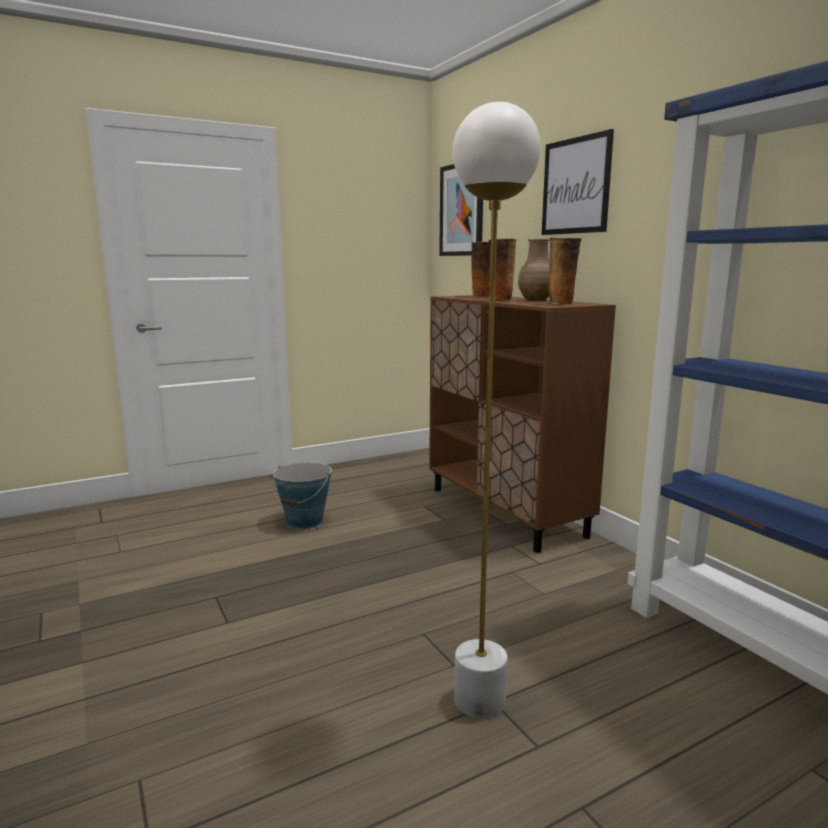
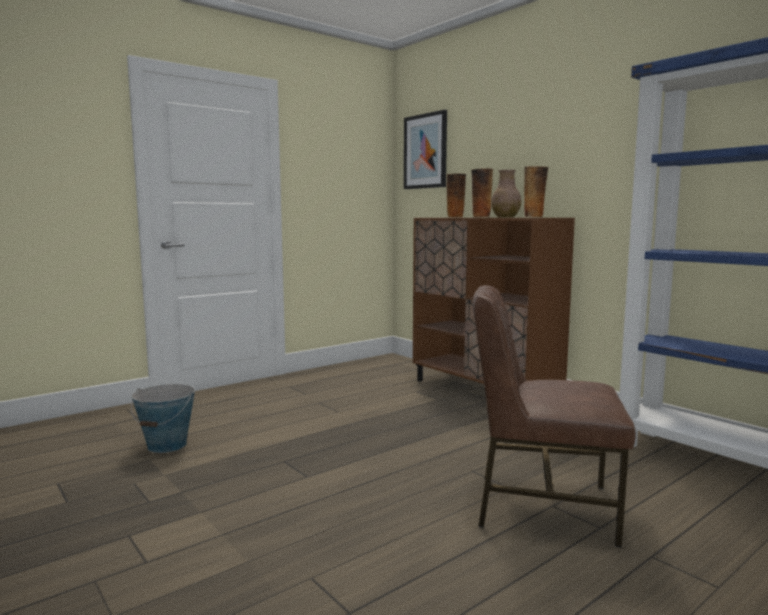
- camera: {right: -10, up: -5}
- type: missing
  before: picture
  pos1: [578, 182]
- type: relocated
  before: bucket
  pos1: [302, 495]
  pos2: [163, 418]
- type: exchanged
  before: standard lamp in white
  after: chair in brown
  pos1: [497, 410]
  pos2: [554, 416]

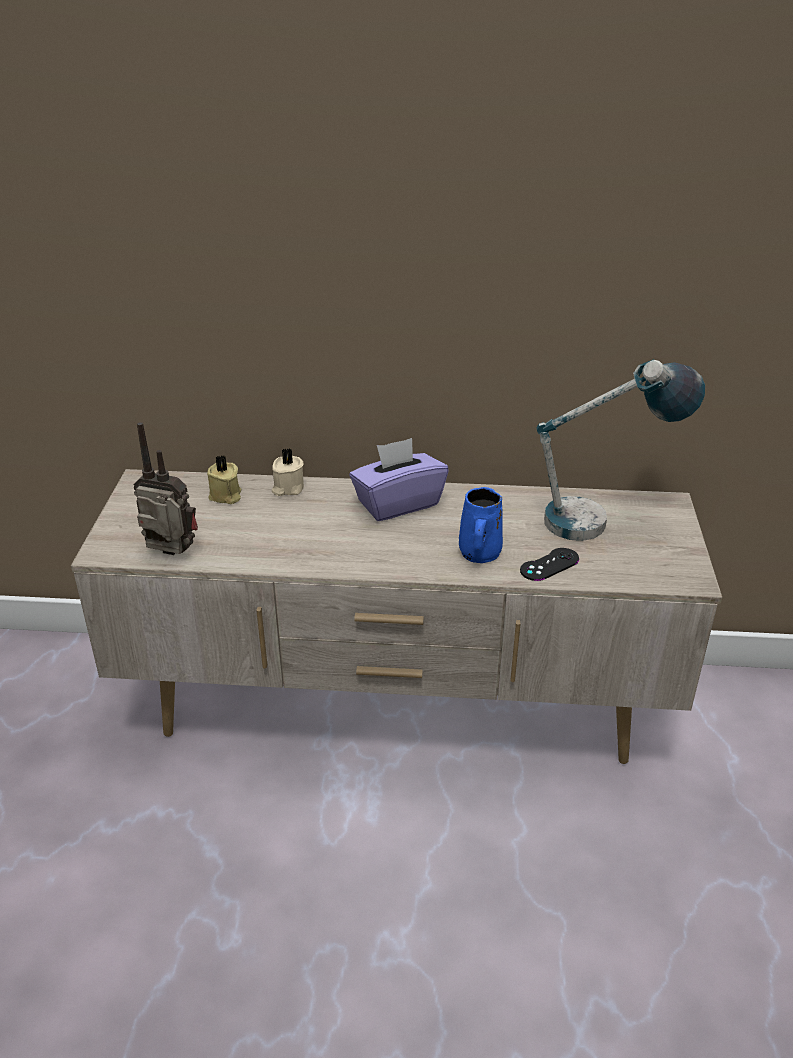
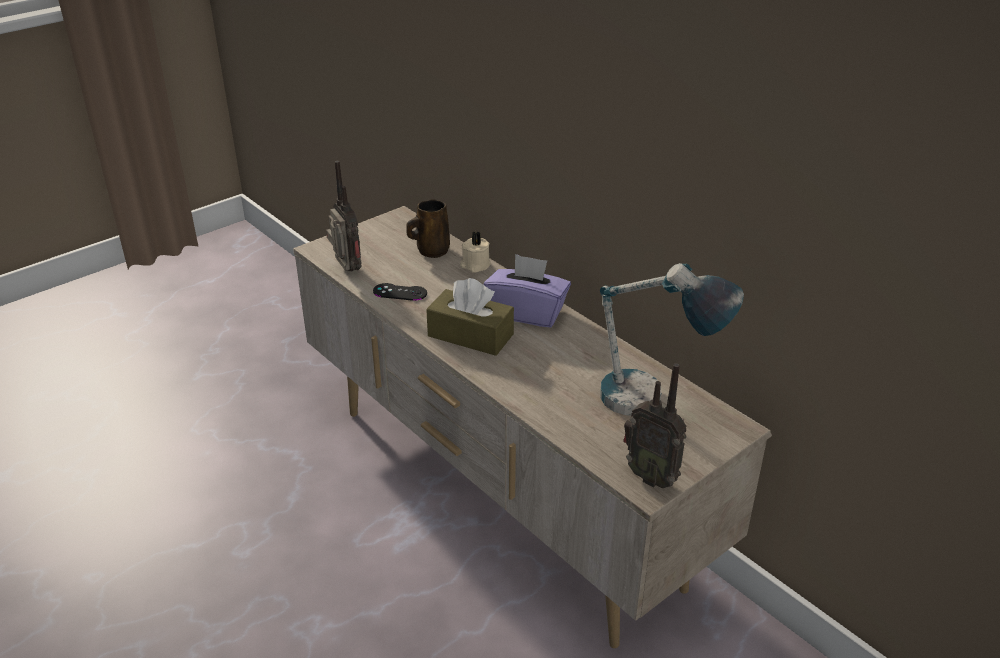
- camera: {right: 45, up: 0}
- type: missing
  before: coffee mug in blue-coloured
  pos1: [481, 525]
- type: appeared
  after: box of tissues in brown
  pos2: [470, 317]
- type: appeared
  after: radio set
  pos2: [655, 425]
- type: relocated
  before: game controller in black
  pos1: [549, 564]
  pos2: [400, 292]
- type: exchanged
  before: wax candle in beige
  after: coffee mug in brown
  pos1: [224, 480]
  pos2: [428, 229]

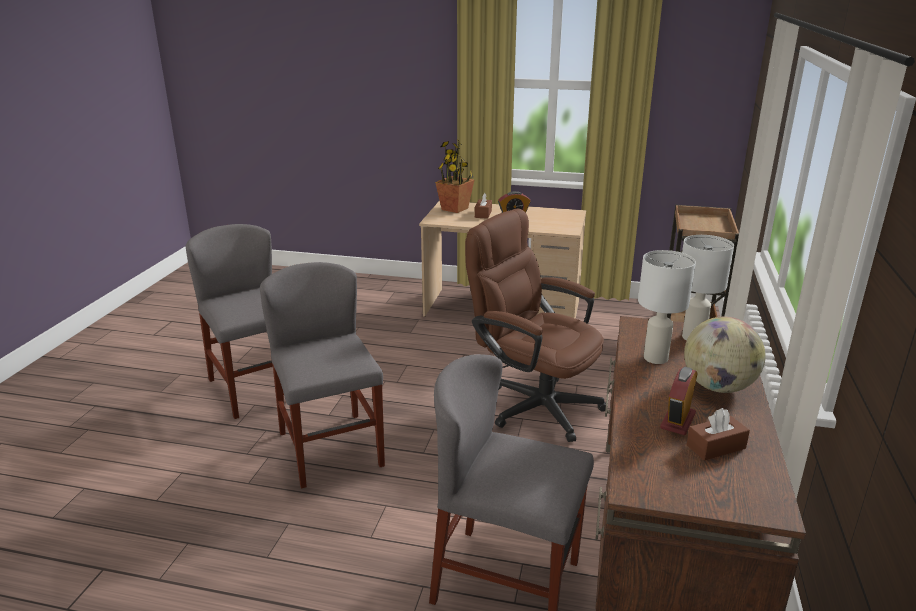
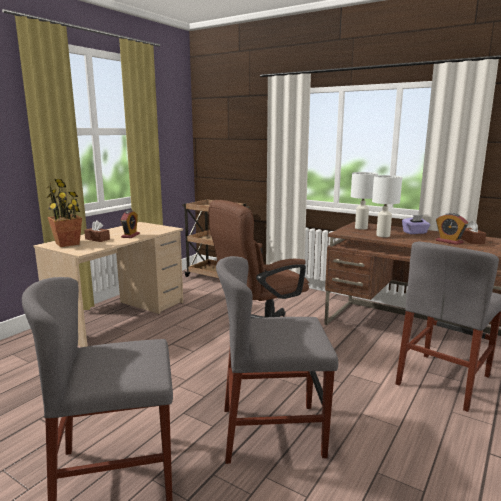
- camera: {right: -70, up: -10}
- type: exchanged
  before: world globe
  after: box of tissues in purple
  pos1: [725, 355]
  pos2: [416, 224]

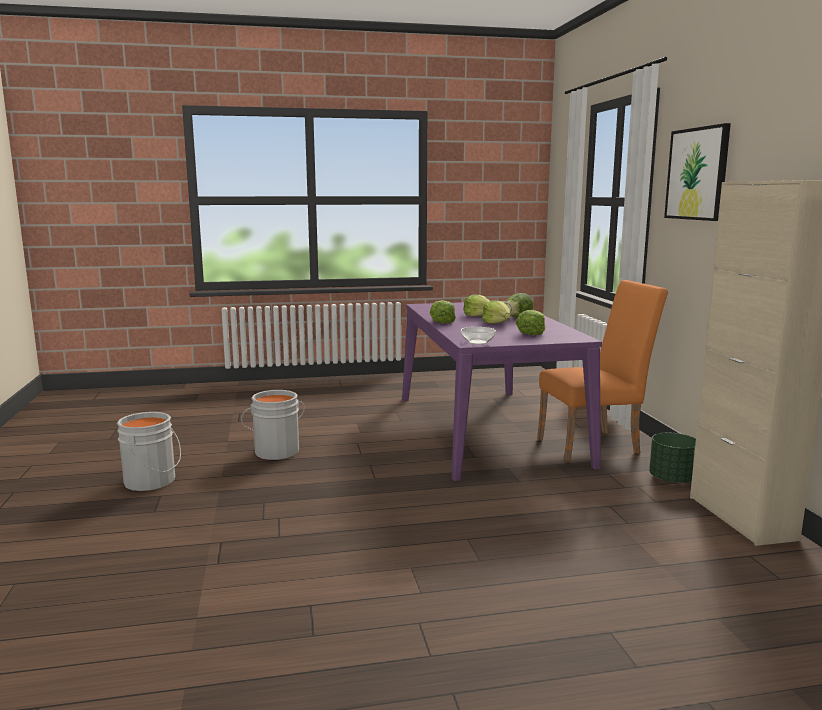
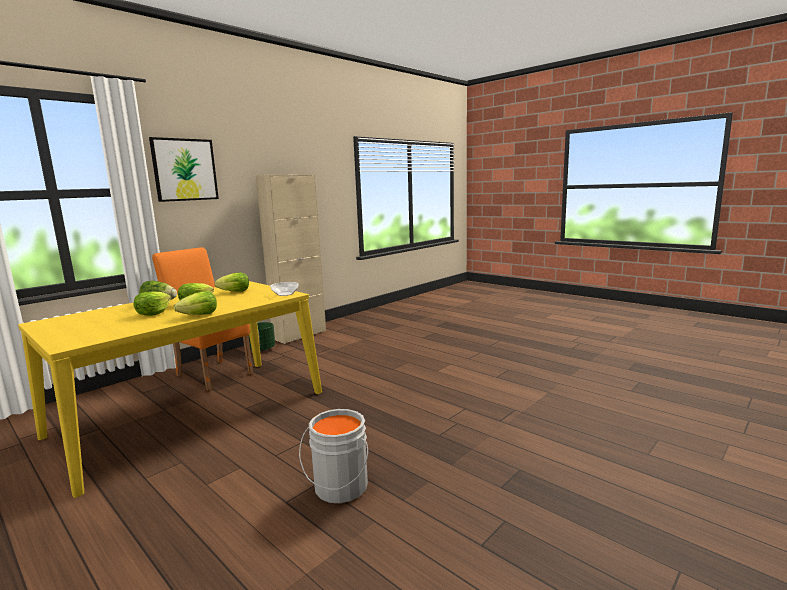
- camera: {right: -125, up: 0}
- type: missing
  before: bucket in grey
  pos1: [149, 451]
- type: colour
  before: dining table in purple
  after: dining table in yellowish
  pos1: [502, 391]
  pos2: [170, 389]

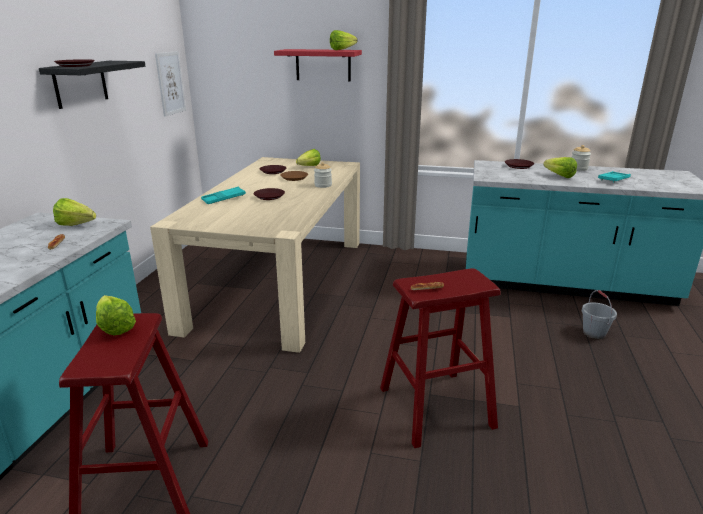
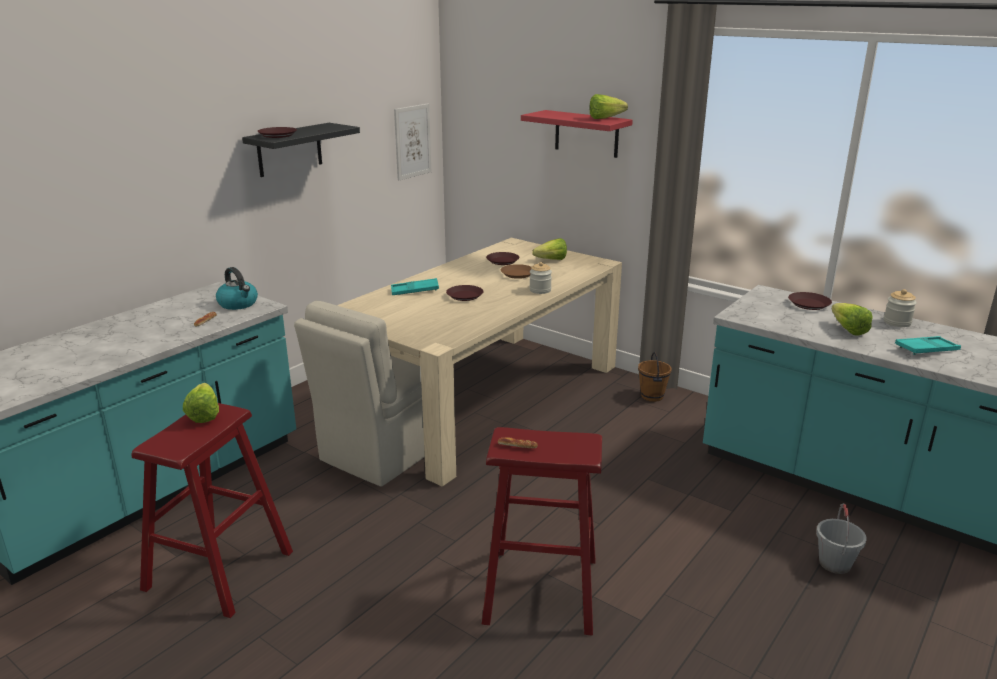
- camera: {right: 25, up: 0}
- type: appeared
  after: chair in beige
  pos2: [359, 394]
- type: appeared
  after: bucket in brown
  pos2: [655, 377]
- type: exchanged
  before: head of lettuce
  after: water kettle
  pos1: [74, 212]
  pos2: [237, 288]

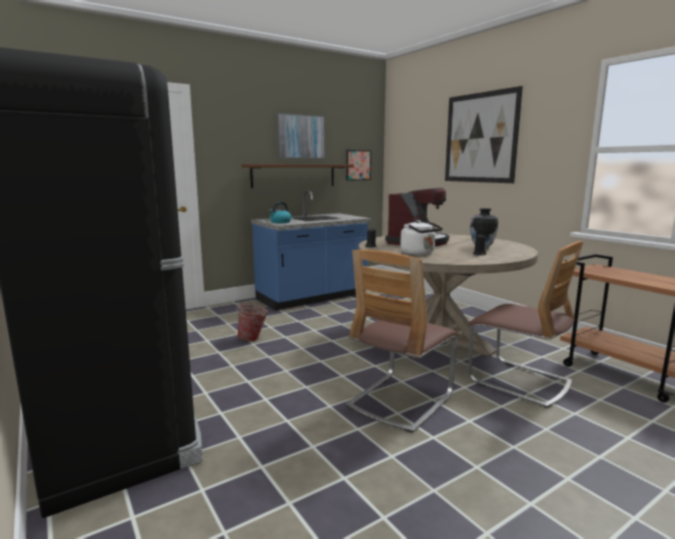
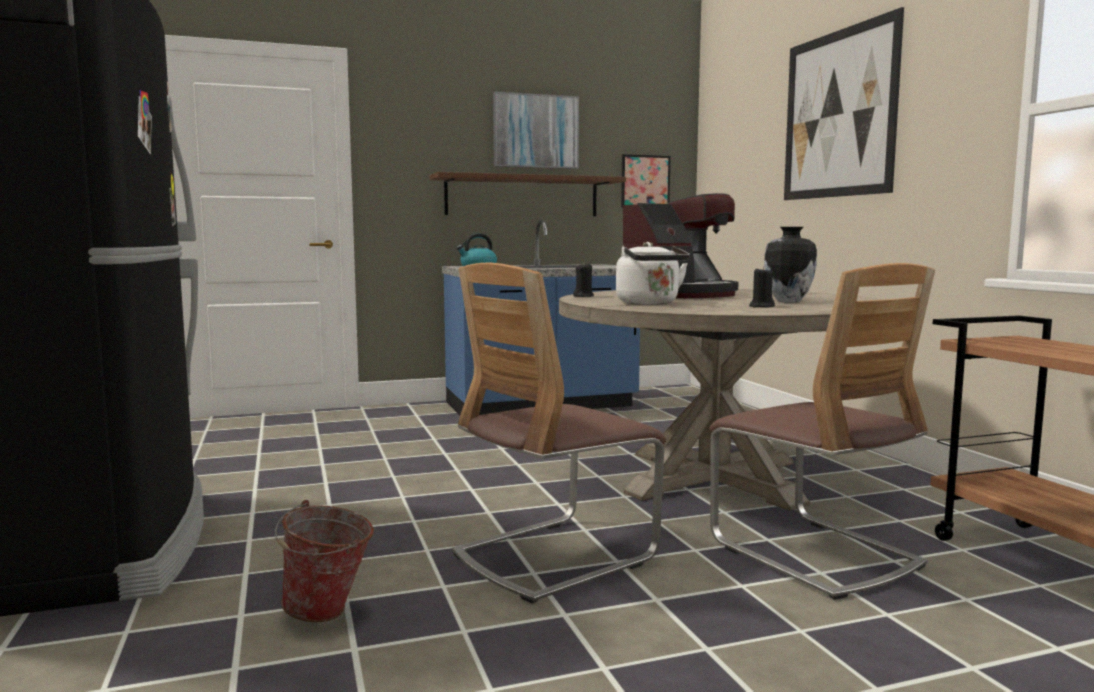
- camera: {right: 15, up: -5}
- type: relocated
  before: bucket
  pos1: [252, 321]
  pos2: [324, 561]

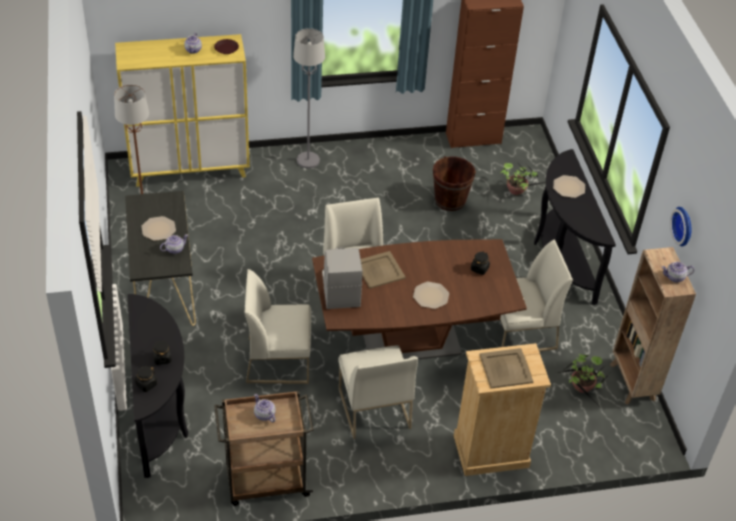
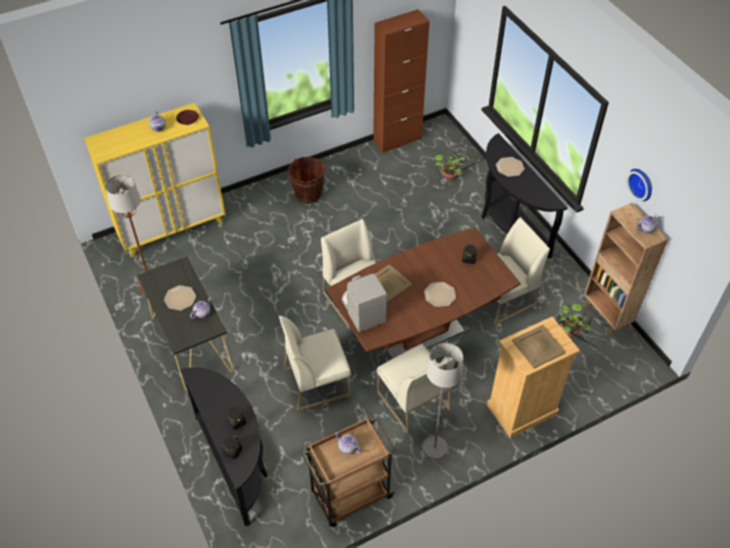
- camera: {right: -15, up: 5}
- type: relocated
  before: standard lamp in grey
  pos1: [309, 98]
  pos2: [442, 401]
- type: relocated
  before: bucket in brown
  pos1: [454, 183]
  pos2: [306, 180]

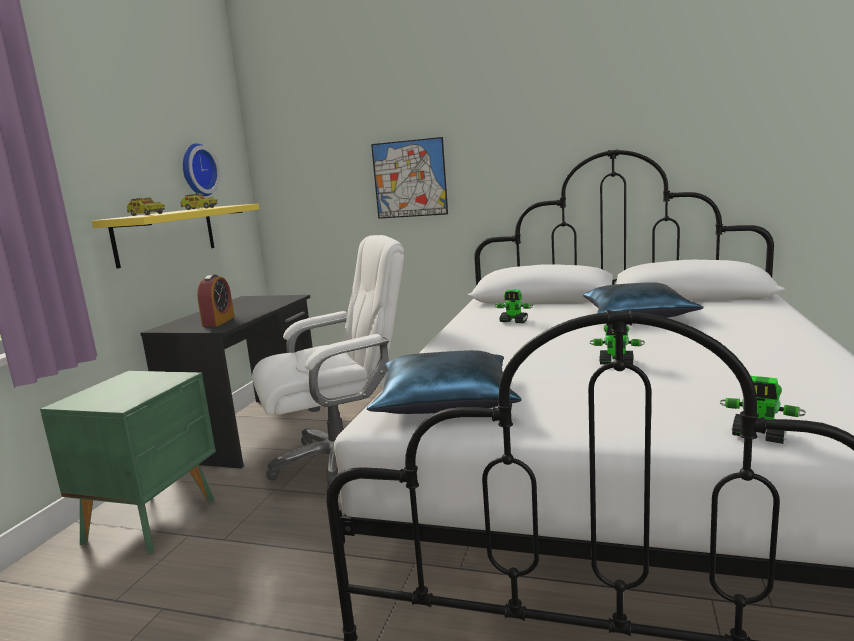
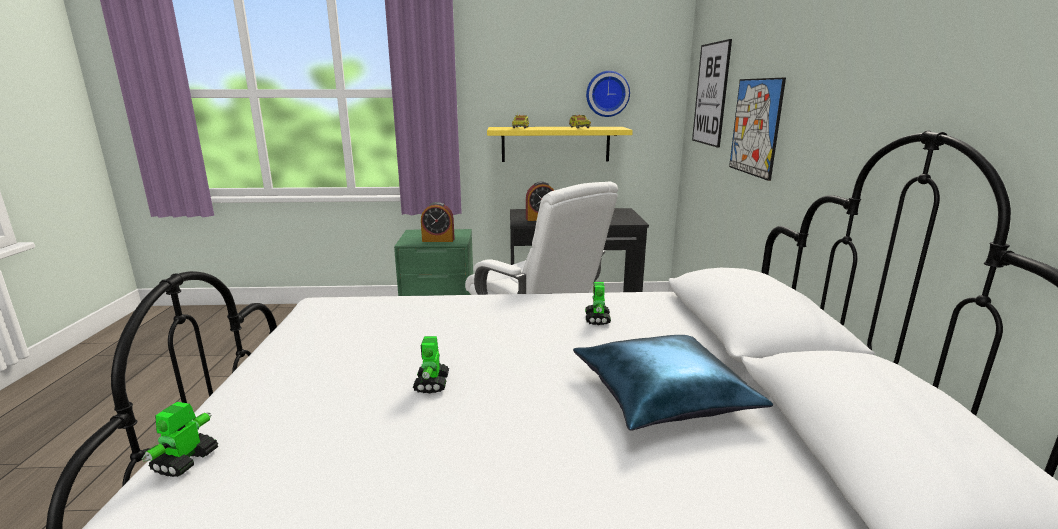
- camera: {right: 70, up: 5}
- type: missing
  before: cushion in blue-coloured
  pos1: [444, 382]
- type: appeared
  after: table clock
  pos2: [438, 222]
- type: appeared
  after: picture
  pos2: [712, 93]

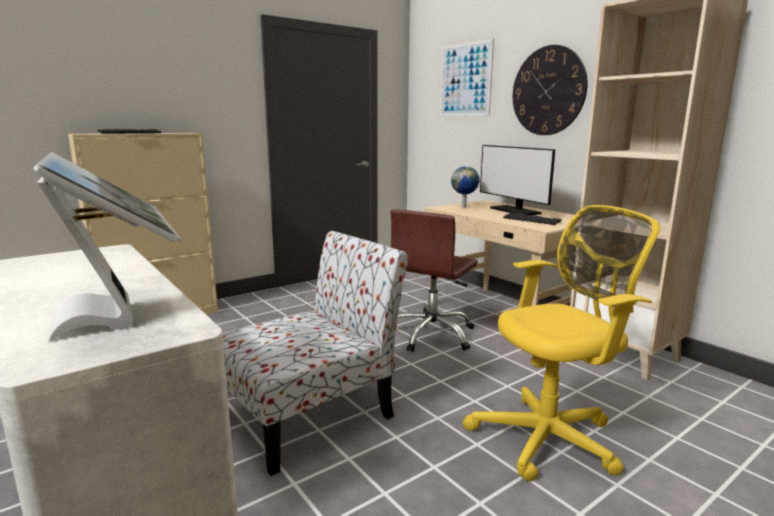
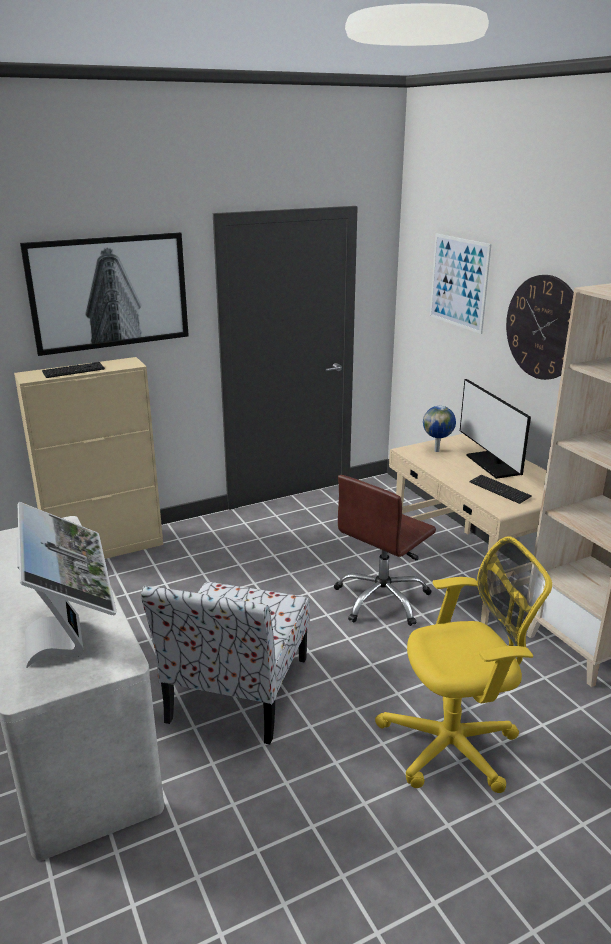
- camera: {right: 10, up: 10}
- type: appeared
  after: picture
  pos2: [104, 294]
- type: spun
  before: chair
  pos1: [315, 353]
  pos2: [225, 663]
  turn: 135

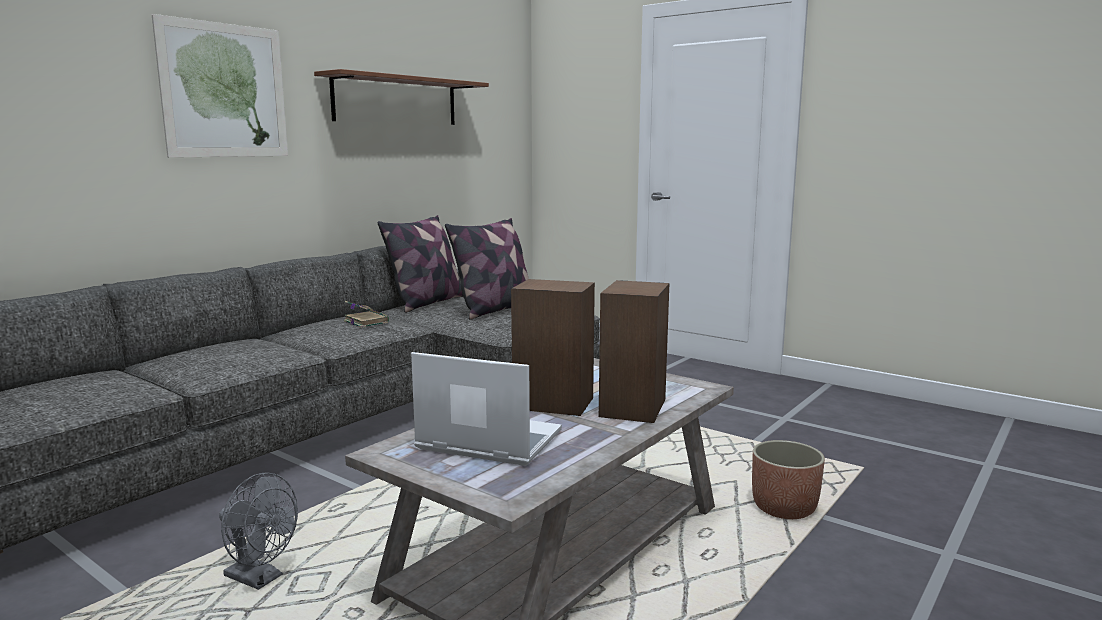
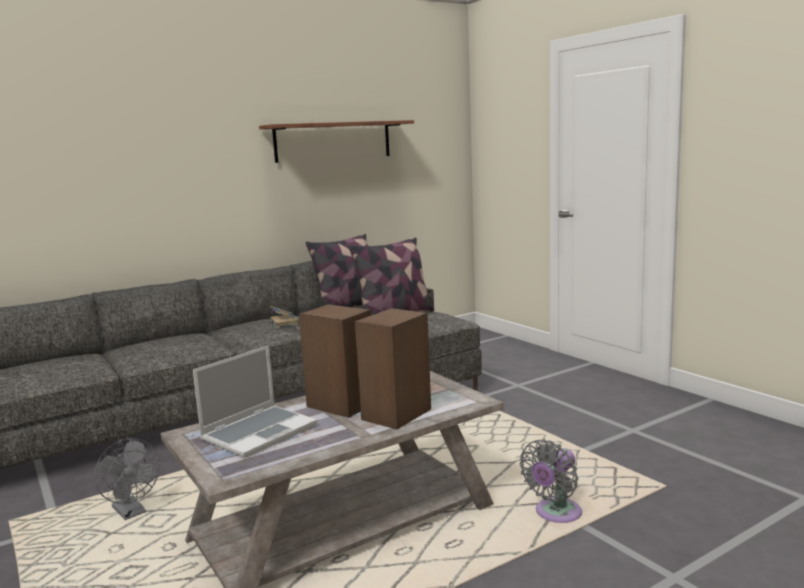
- camera: {right: 20, up: 0}
- type: missing
  before: picture
  pos1: [220, 86]
- type: exchanged
  before: plant pot
  after: fan in grey
  pos1: [788, 479]
  pos2: [551, 481]
- type: spun
  before: portable computer
  pos1: [486, 409]
  pos2: [255, 401]
  turn: 90

